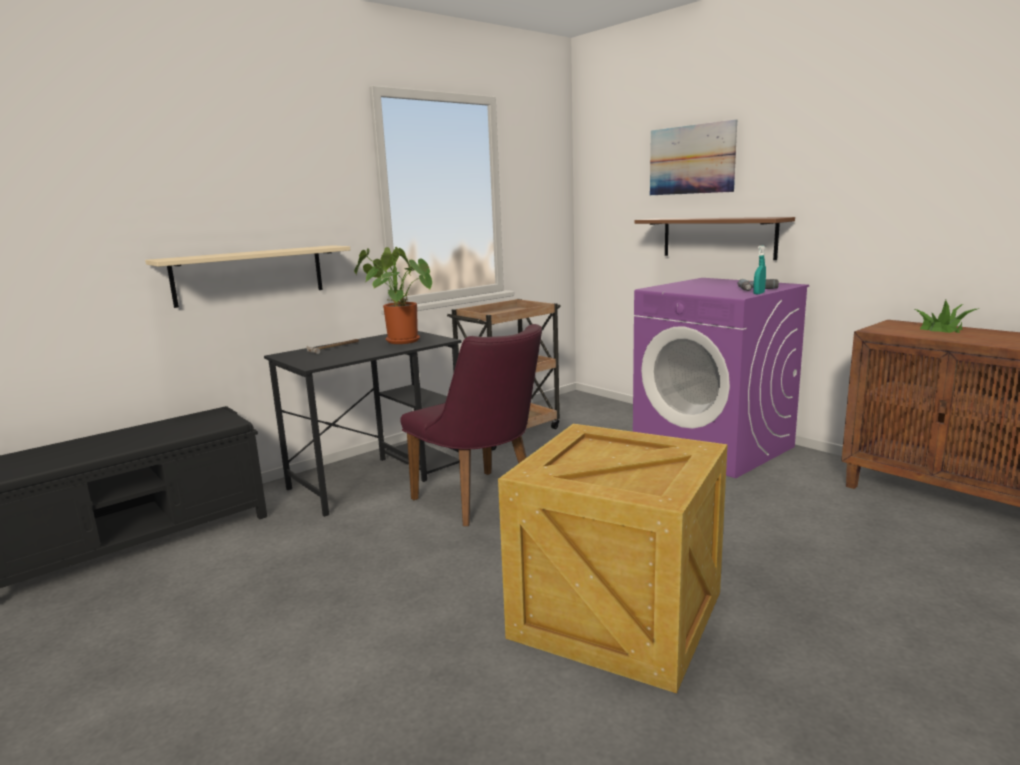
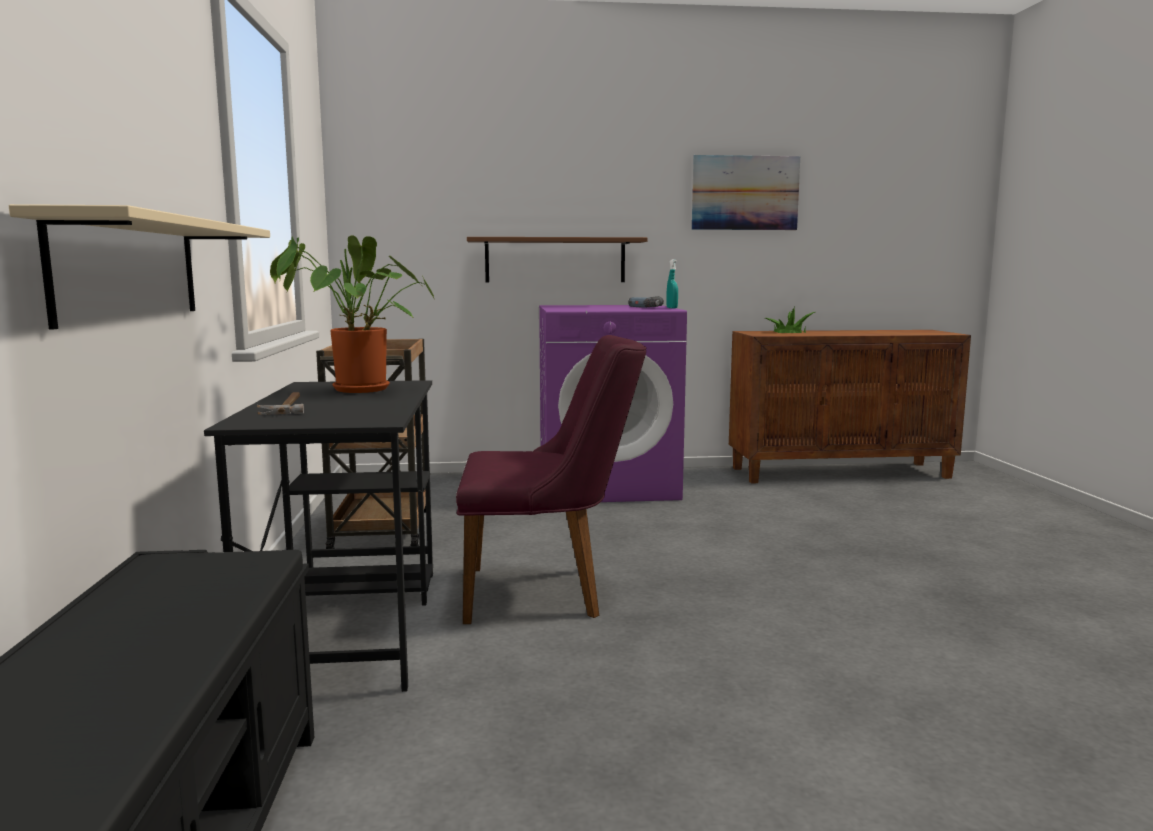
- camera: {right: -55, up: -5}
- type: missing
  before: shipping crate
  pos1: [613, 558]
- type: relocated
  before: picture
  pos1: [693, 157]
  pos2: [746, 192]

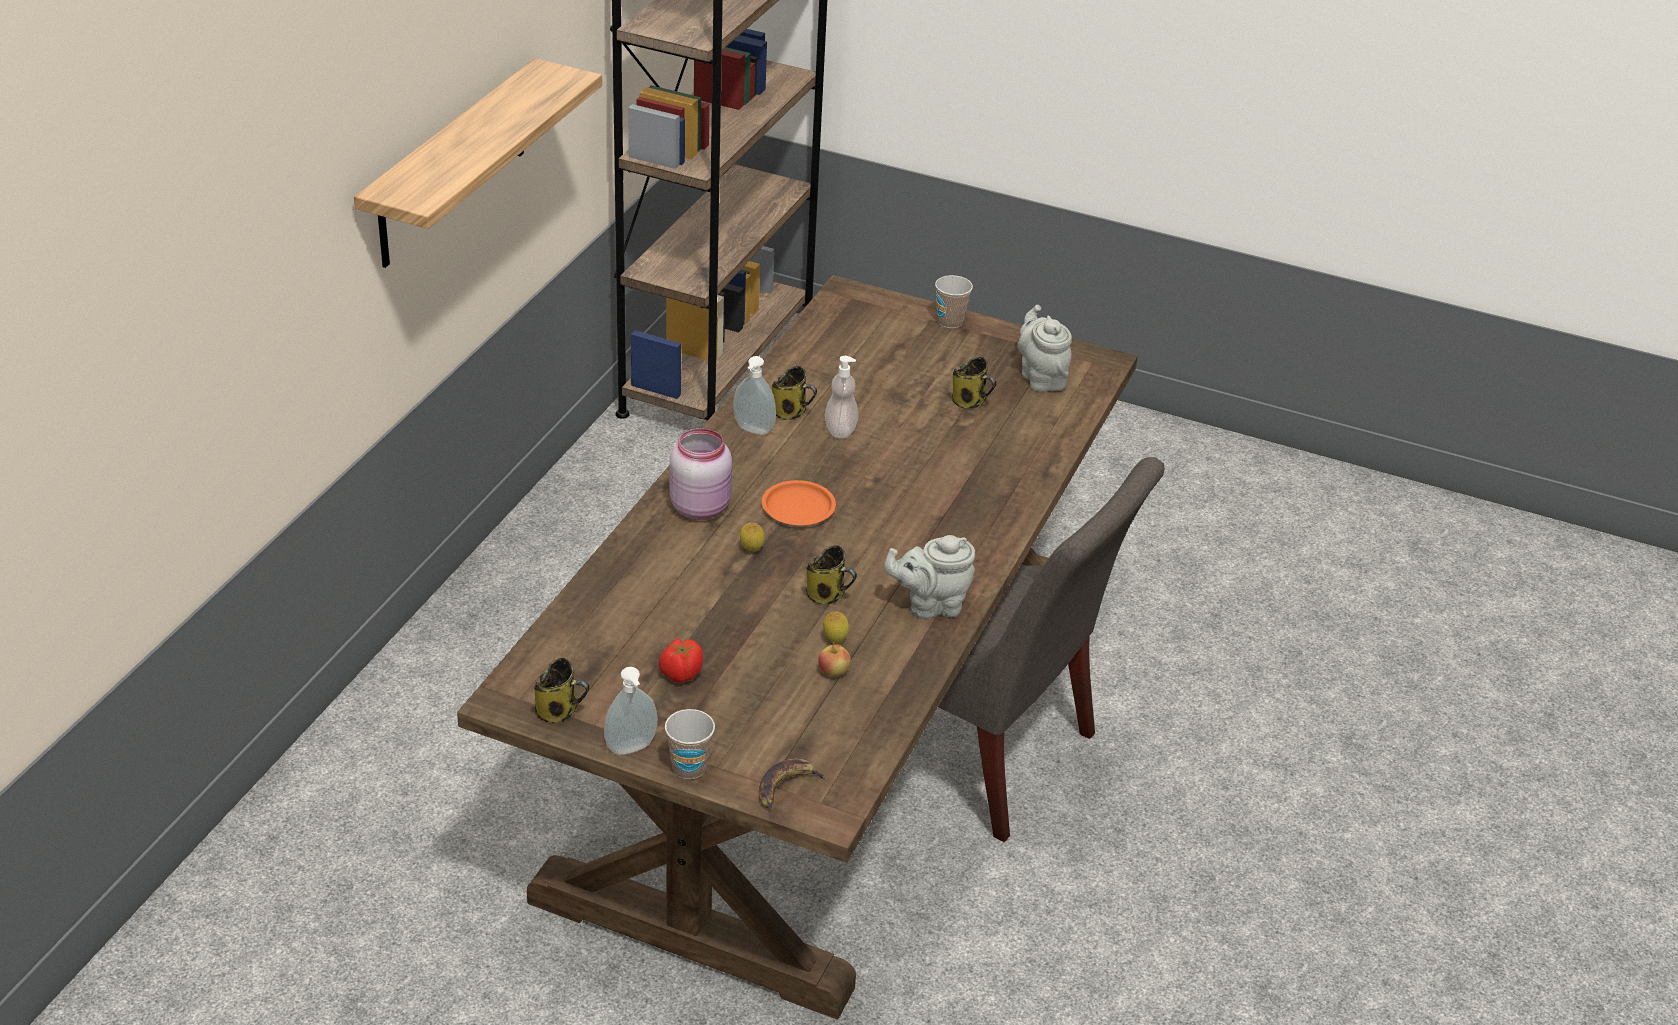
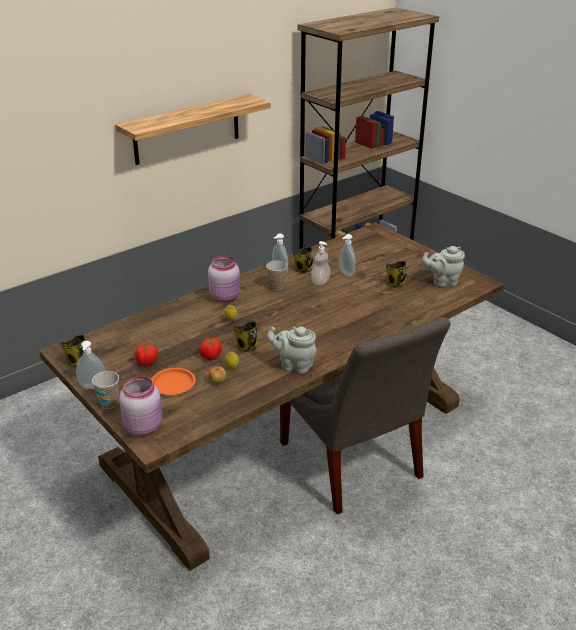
- camera: {right: 30, up: -5}
- type: appeared
  after: tomato
  pos2: [210, 349]
- type: appeared
  after: liquid soap bottle
  pos2: [347, 255]
- type: relocated
  before: flat dish in orange
  pos1: [799, 502]
  pos2: [173, 381]
- type: relocated
  before: cup
  pos1: [954, 302]
  pos2: [276, 275]
- type: exchanged
  before: banana fruit
  after: preserve jar in pink-coloured
  pos1: [793, 783]
  pos2: [141, 406]
- type: spun
  before: pot for tea in grey
  pos1: [1044, 348]
  pos2: [443, 266]
  turn: -105

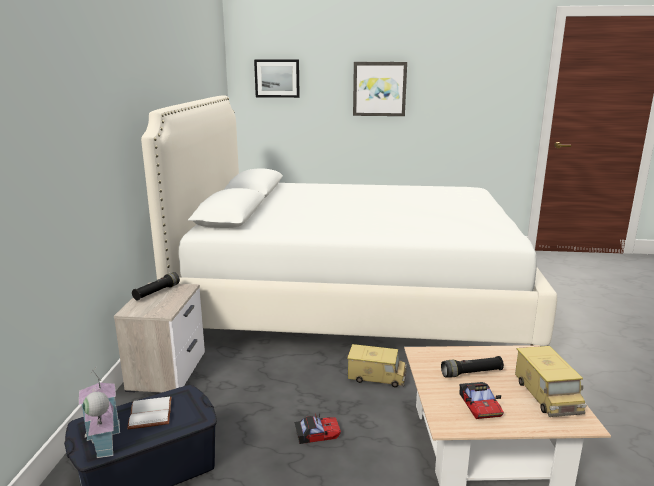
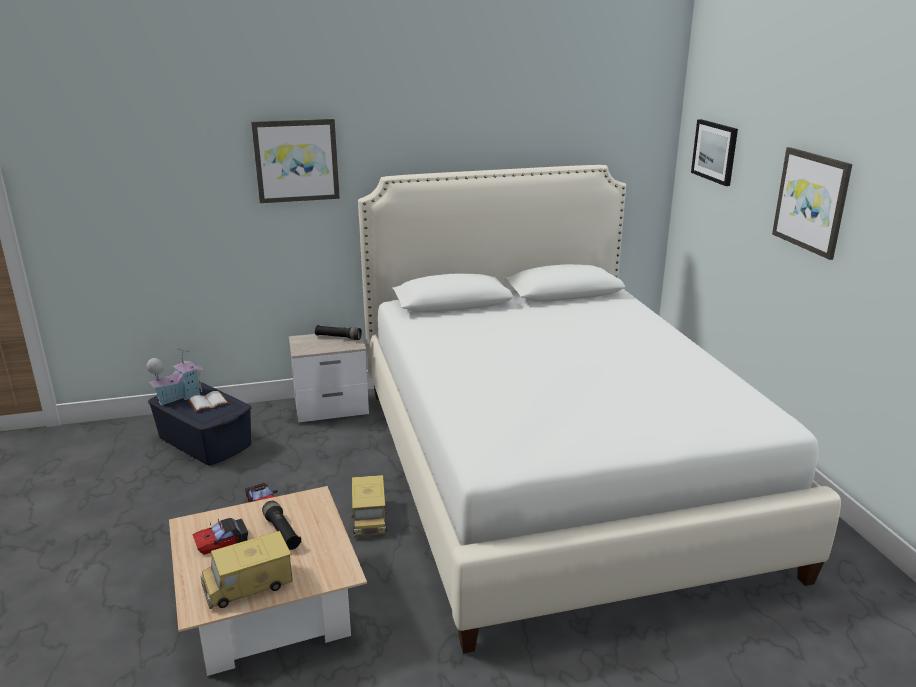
- camera: {right: 70, up: 5}
- type: appeared
  after: picture
  pos2: [295, 161]

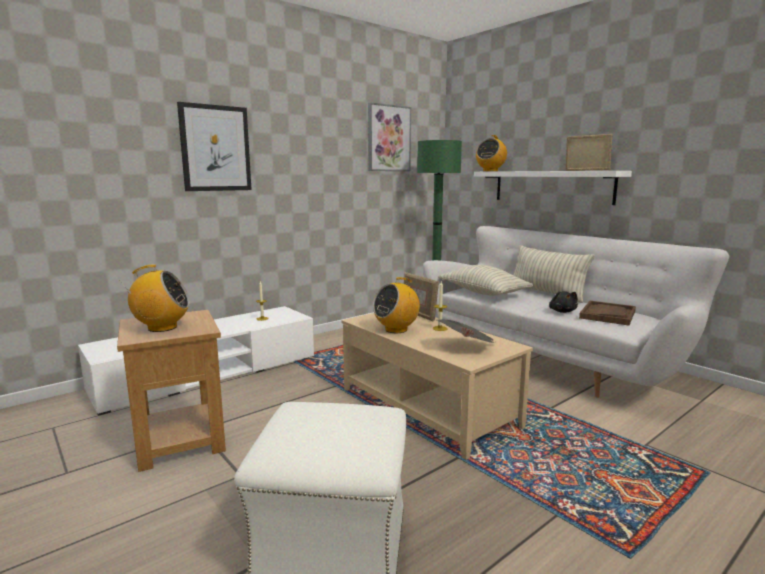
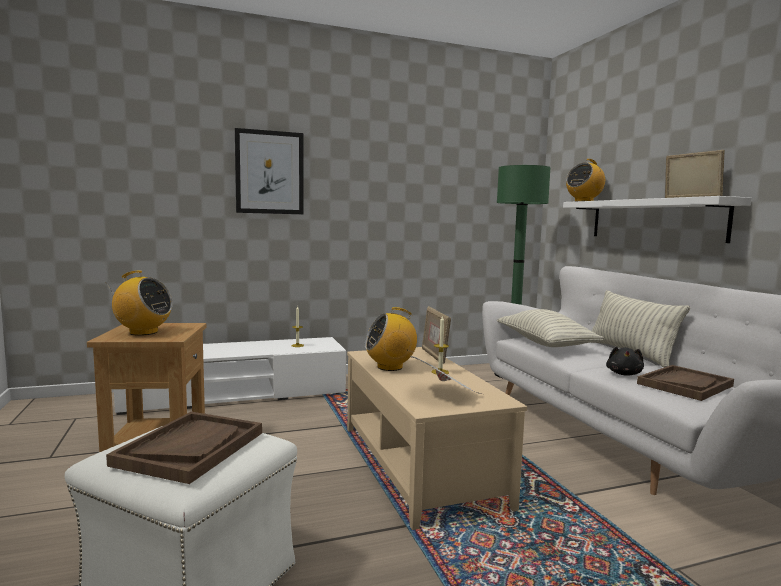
- camera: {right: 20, up: -5}
- type: missing
  before: picture
  pos1: [389, 136]
- type: appeared
  after: tray in brown
  pos2: [184, 448]

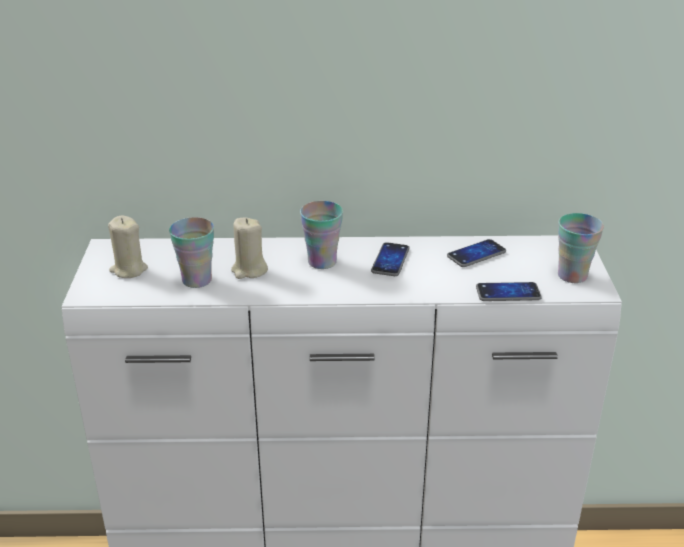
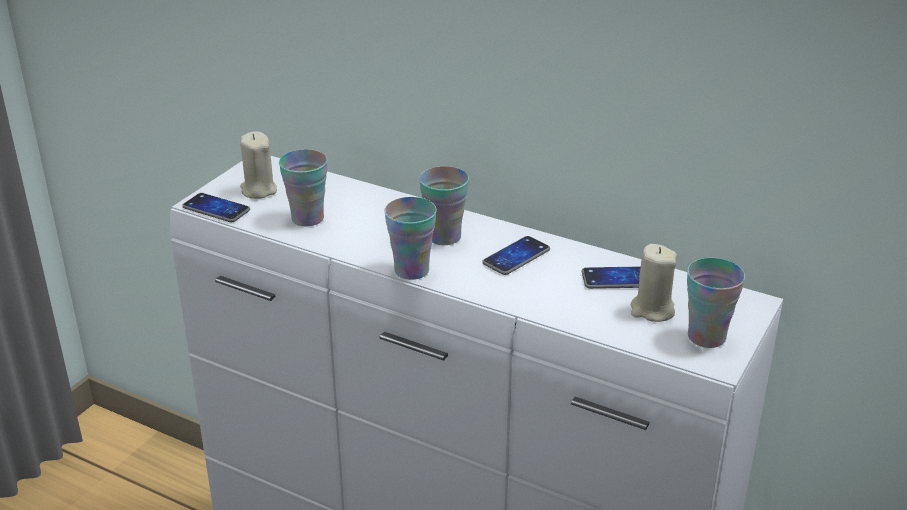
- camera: {right: 30, up: 0}
- type: appeared
  after: cup
  pos2: [410, 238]
- type: relocated
  before: wax candle in beige
  pos1: [249, 248]
  pos2: [653, 283]
- type: relocated
  before: phone
  pos1: [509, 291]
  pos2: [216, 207]

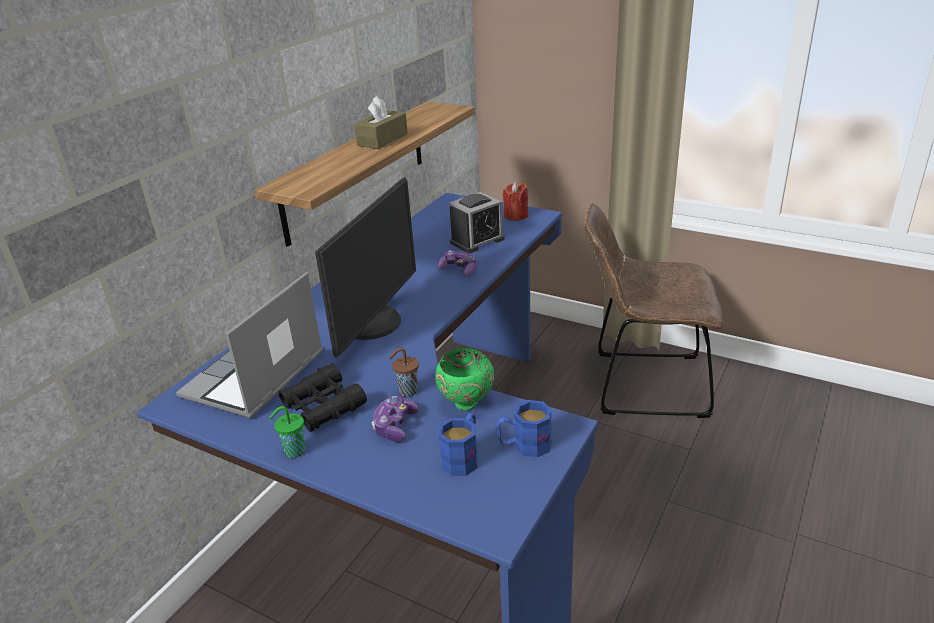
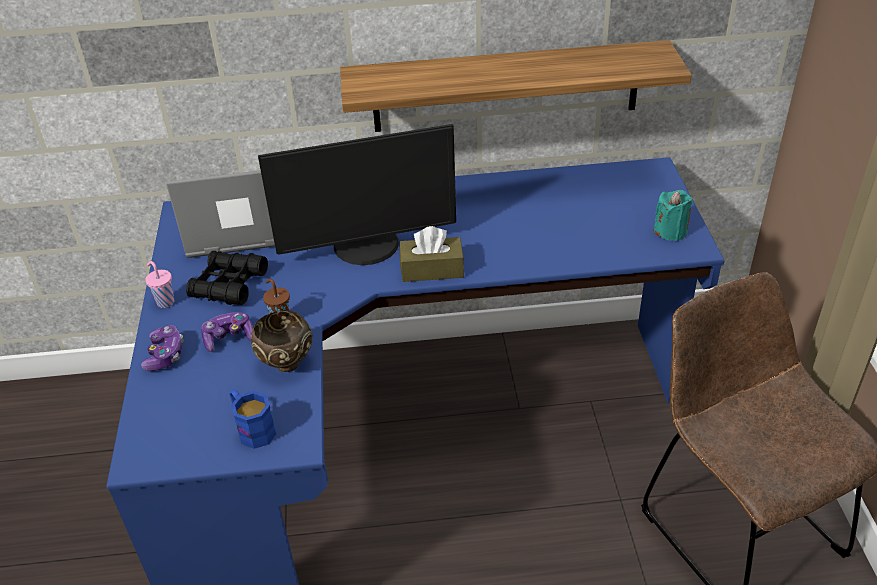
- camera: {right: 55, up: 10}
- type: missing
  before: coffee mug in blue-coloured
  pos1: [458, 444]
- type: missing
  before: table clock
  pos1: [477, 222]
- type: relocated
  before: box of tissues in brown
  pos1: [381, 122]
  pos2: [431, 254]
- type: relocated
  before: game controller
  pos1: [457, 263]
  pos2: [162, 348]
- type: colour
  before: cup in green-coloured
  after: cup in pink-coloured
  pos1: [287, 432]
  pos2: [160, 284]
- type: colour
  before: deep dish in green-coloured
  after: deep dish in brown
  pos1: [464, 379]
  pos2: [282, 341]
- type: colour
  before: wax candle in red-coloured
  after: wax candle in turquoise-coloured
  pos1: [515, 201]
  pos2: [673, 215]

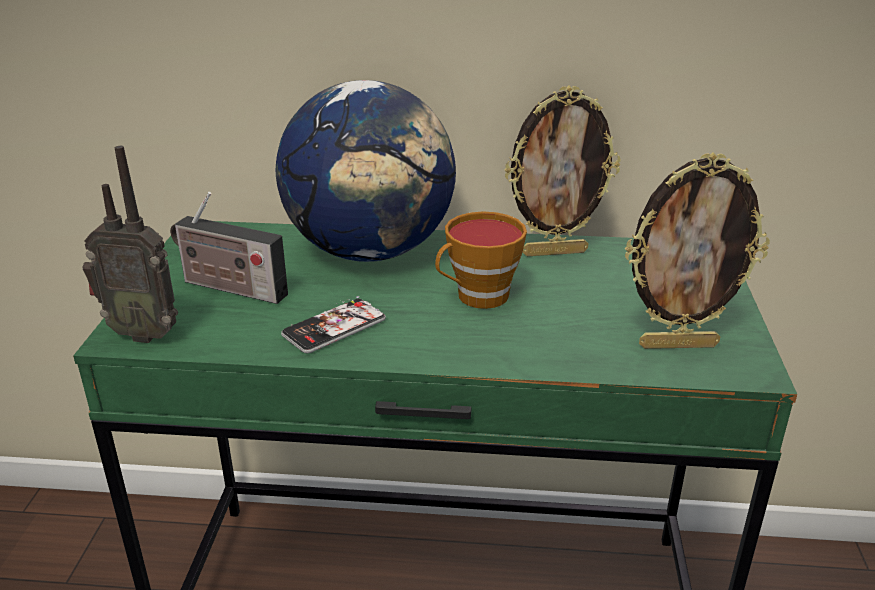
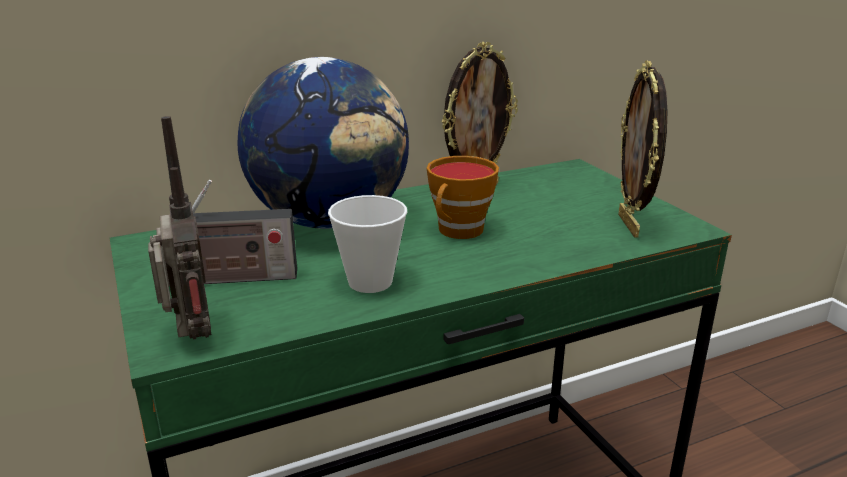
- camera: {right: -30, up: -5}
- type: exchanged
  before: phone
  after: cup
  pos1: [333, 324]
  pos2: [367, 244]
- type: spun
  before: radio set
  pos1: [130, 244]
  pos2: [179, 228]
  turn: -90
- type: spun
  before: photo frame
  pos1: [697, 250]
  pos2: [643, 149]
  turn: 120

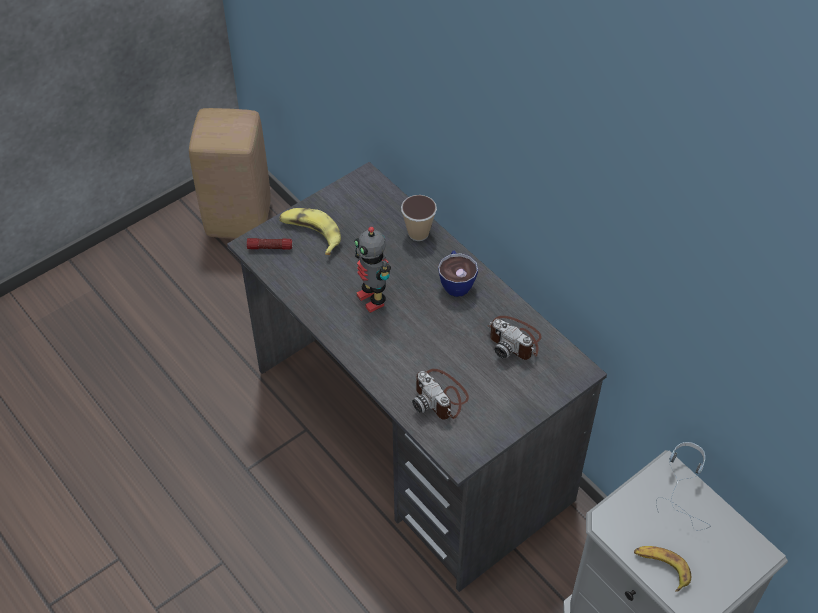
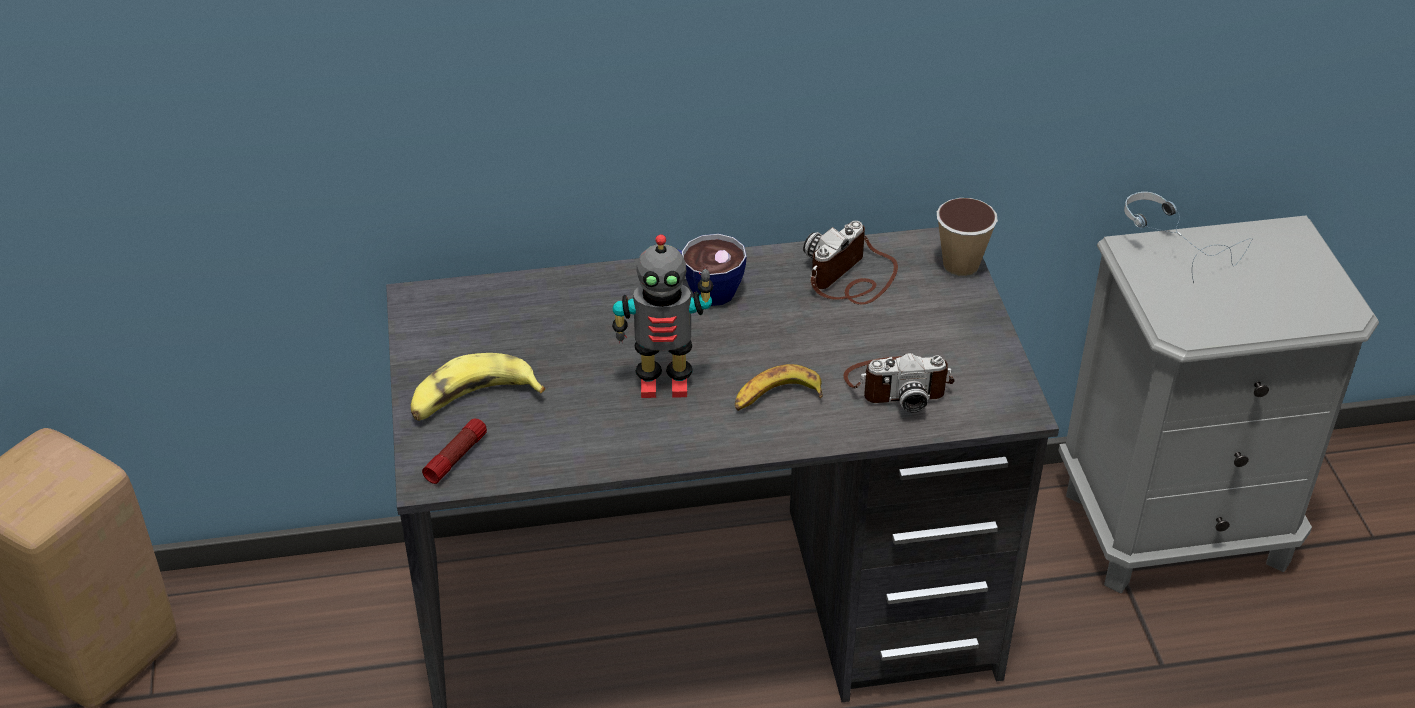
- camera: {right: -60, up: -10}
- type: relocated
  before: cup
  pos1: [419, 218]
  pos2: [967, 238]
- type: relocated
  before: banana fruit
  pos1: [662, 569]
  pos2: [779, 387]
- type: spun
  before: photo camera
  pos1: [515, 338]
  pos2: [850, 263]
  turn: 150

